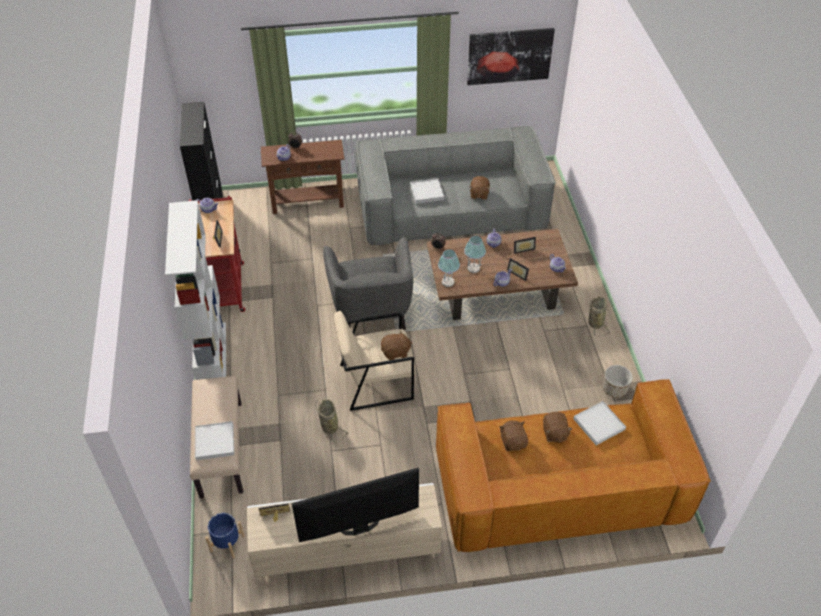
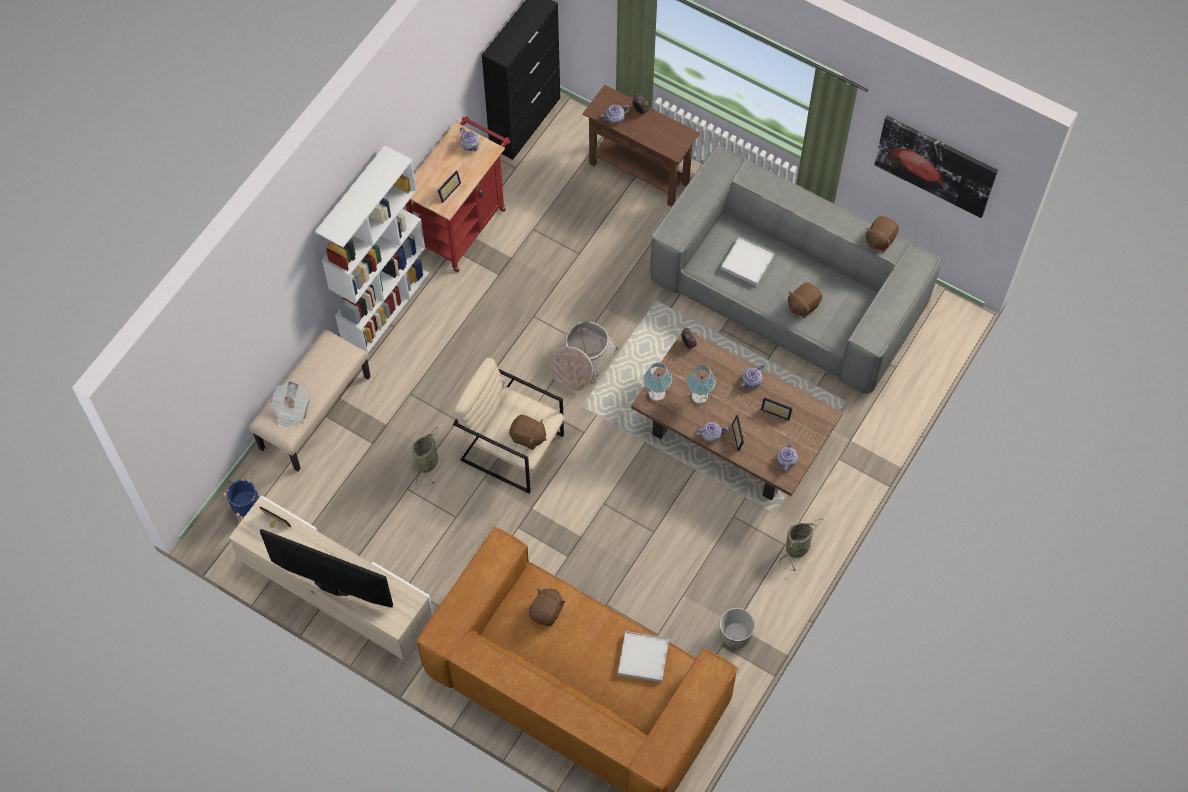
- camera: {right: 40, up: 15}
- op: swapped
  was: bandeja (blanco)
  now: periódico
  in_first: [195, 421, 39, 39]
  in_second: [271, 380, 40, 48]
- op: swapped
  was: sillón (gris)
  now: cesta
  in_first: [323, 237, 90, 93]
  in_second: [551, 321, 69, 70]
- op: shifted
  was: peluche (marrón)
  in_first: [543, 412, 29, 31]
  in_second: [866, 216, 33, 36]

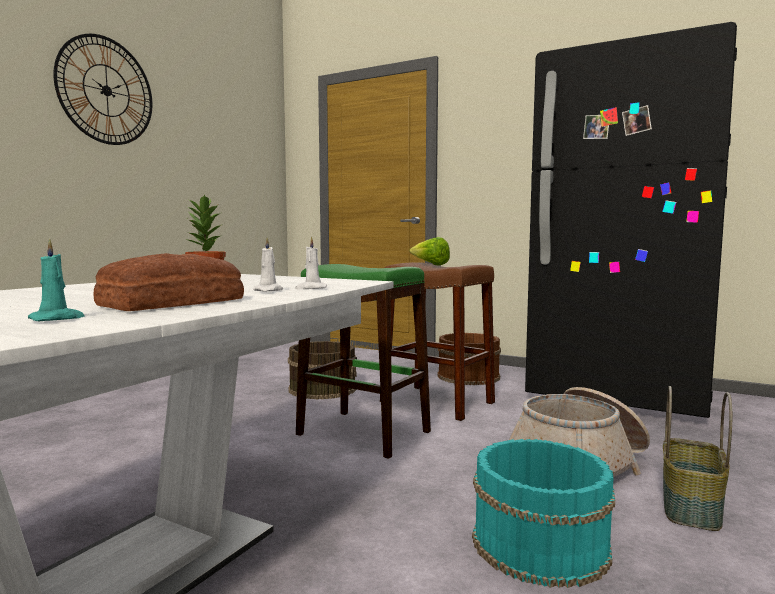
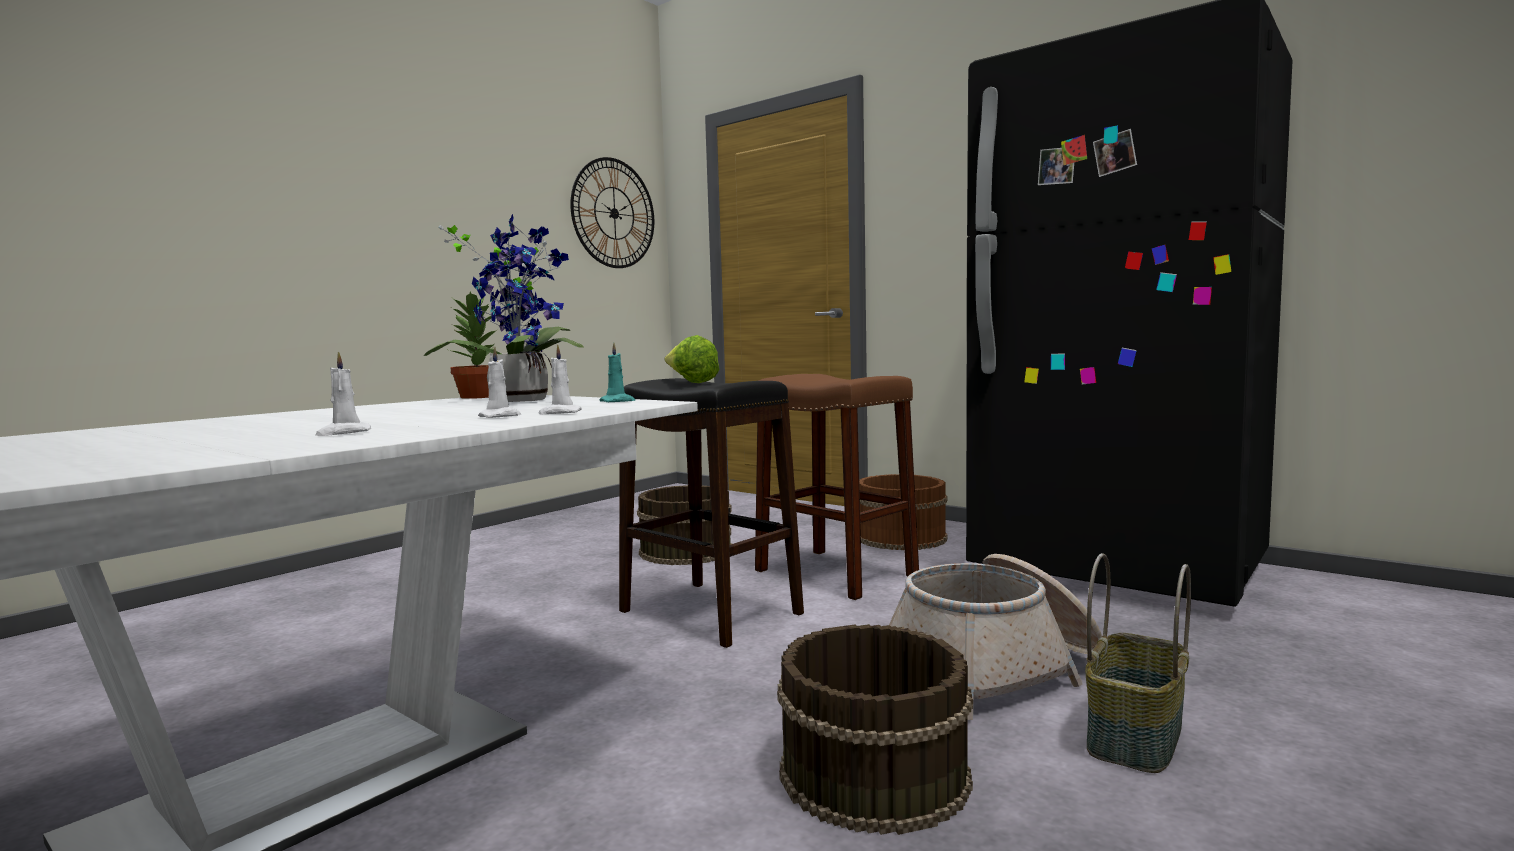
- camera: {right: 10, up: 0}
- op: swapped
  was: pan
  now: vela (blanco)
  in_first: [93, 253, 151, 58]
  in_second: [315, 351, 56, 85]
- op: new
  now: planta en maceta
  in_second: [424, 214, 160, 188]
- op: shifted
  was: reloj de pared
  in_first: [53, 34, 99, 111]
  in_second: [570, 157, 84, 111]
- op: shifted
  was: vela (turquesa)
  in_first: [28, 239, 57, 82]
  in_second: [599, 342, 36, 60]
- op: repainted
  was: taburete (verde)
  now: taburete (negro)
  in_first: [296, 264, 135, 195]
  in_second: [619, 378, 185, 270]
- op: shifted
  was: lechuga
  in_first: [410, 237, 40, 28]
  in_second: [665, 335, 54, 48]
- op: repainted
  was: cubo (turquesa)
  now: cubo (marrón)
  in_first: [472, 439, 143, 149]
  in_second: [777, 624, 196, 211]

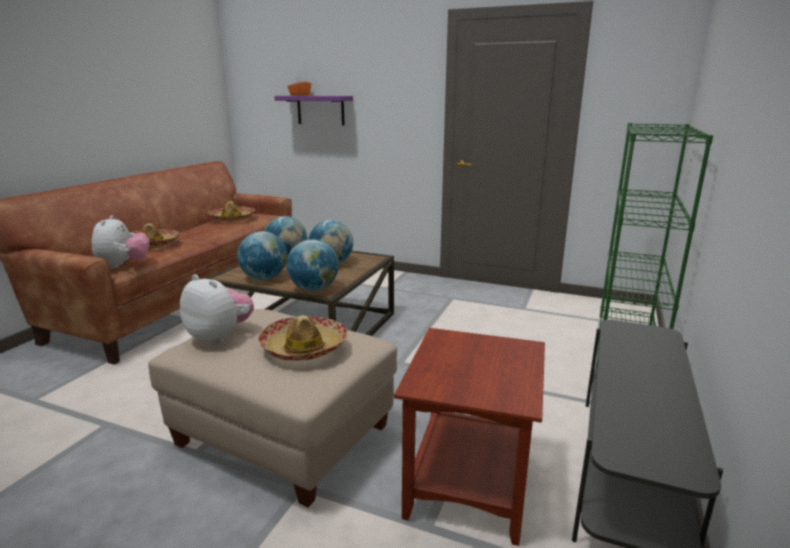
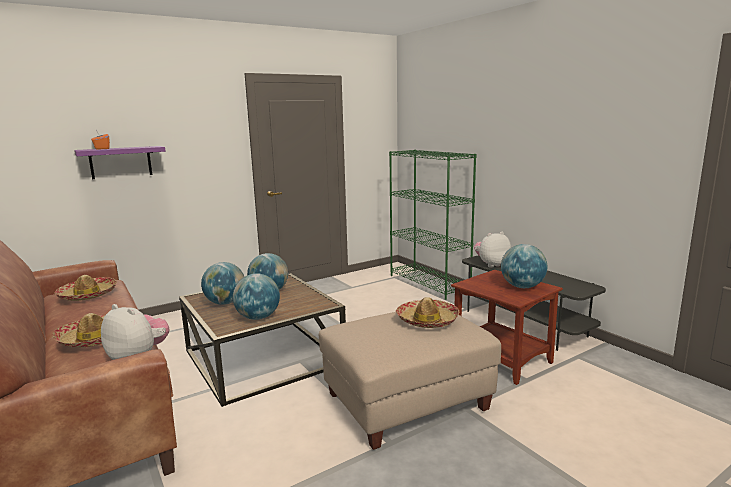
- camera: {right: -55, up: -5}
- op: shifted
  was: peluche
  in_first: [180, 274, 74, 71]
  in_second: [474, 232, 37, 36]
- op: shifted
  was: globo terráqueo
  in_first: [286, 239, 53, 52]
  in_second: [501, 244, 46, 44]

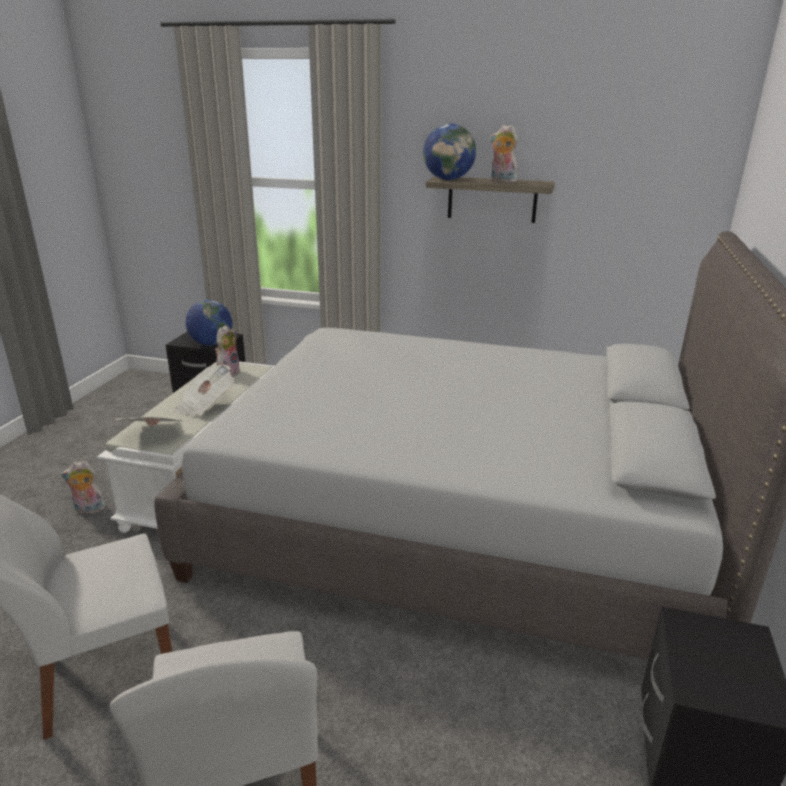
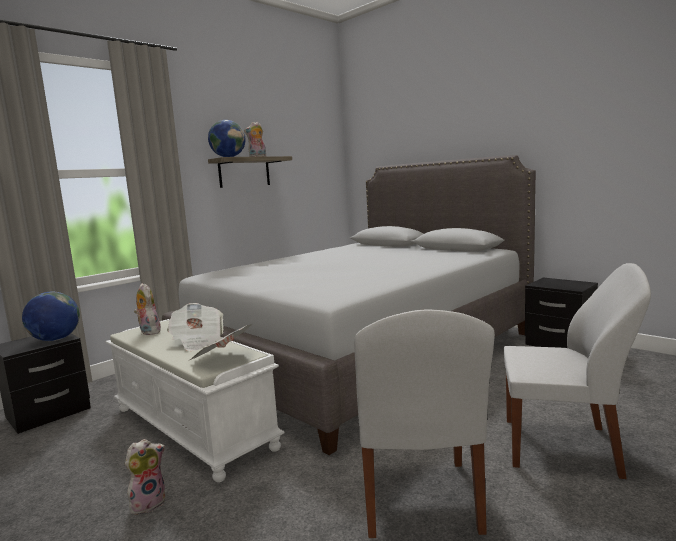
- camera: {right: -60, up: -15}
- op: rotated
  was: peluche
  in_first: [60, 460, 47, 54]
  in_second: [125, 439, 41, 76]
  clockwise: -150

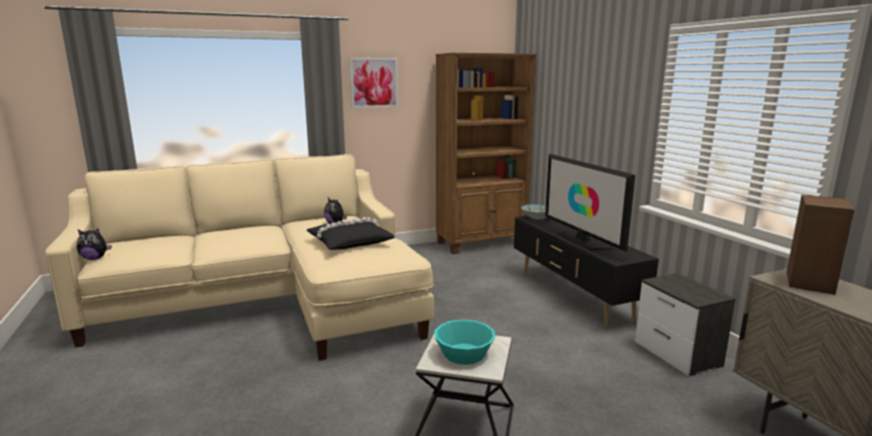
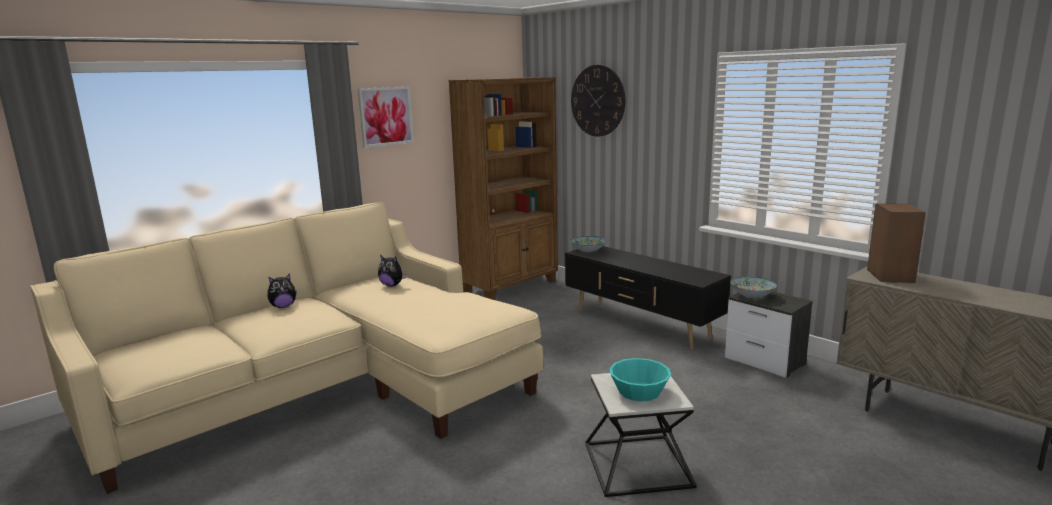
- camera: {right: -20, up: 0}
- op: shifted
  was: peluche
  in_first: [77, 229, 35, 31]
  in_second: [268, 274, 29, 34]
- op: new
  now: reloj de pared
  in_second: [571, 65, 54, 72]
- op: new
  now: cuenco
  in_second: [730, 277, 47, 21]
- op: gone
  was: cojín (negro)
  in_first: [307, 217, 88, 33]
- op: gone
  was: televisor
  in_first: [545, 154, 90, 98]

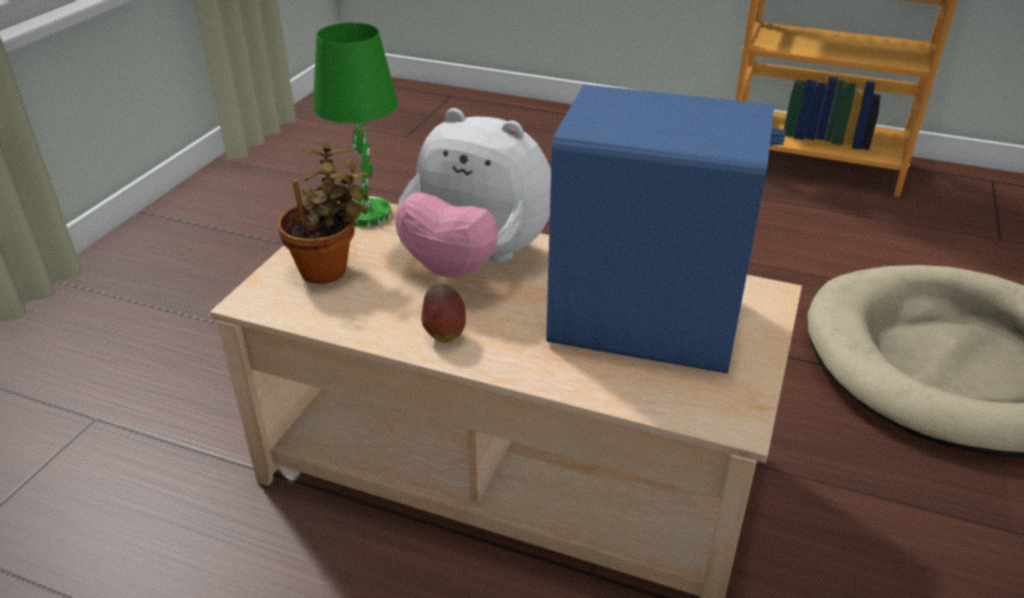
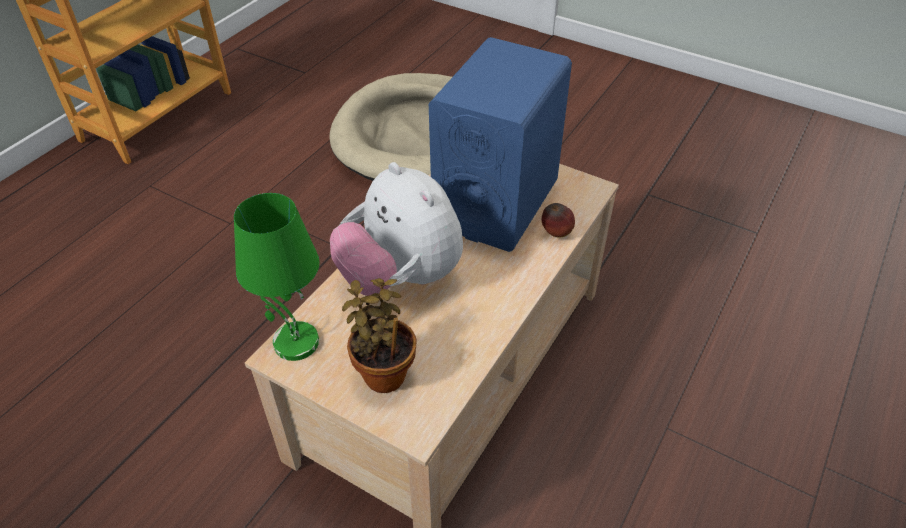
- camera: {right: -80, up: 10}
- op: rotated
  was: peluche
  in_first: [394, 108, 157, 170]
  in_second: [330, 162, 133, 134]
  clockwise: 105
- op: shifted
  was: manzana
  in_first: [422, 284, 44, 59]
  in_second: [541, 203, 34, 34]

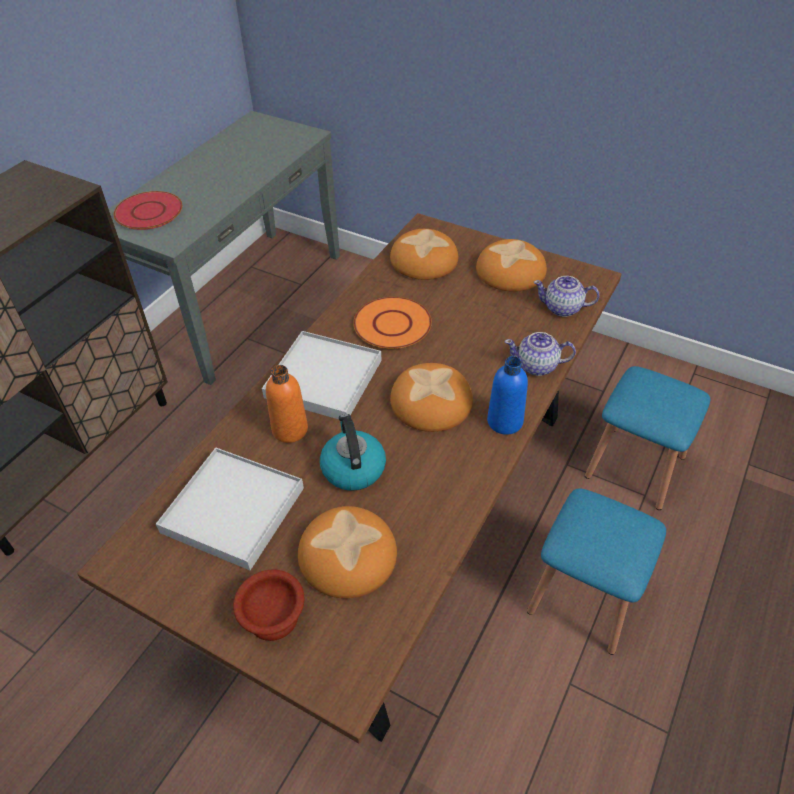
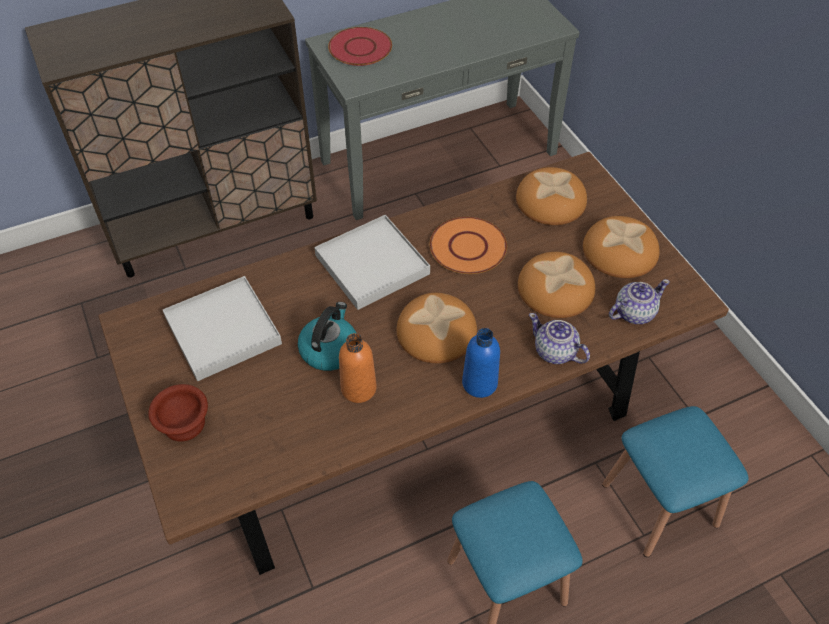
- camera: {right: 35, up: 5}
- op: shifted
  was: botella (naranja)
  in_first: [266, 365, 42, 78]
  in_second: [339, 333, 38, 70]
- op: shifted
  was: pan
  in_first: [298, 506, 99, 93]
  in_second: [518, 252, 77, 66]
- op: rotated
  was: tetera
  in_first: [534, 276, 65, 41]
  in_second: [609, 279, 61, 45]
  clockwise: 105

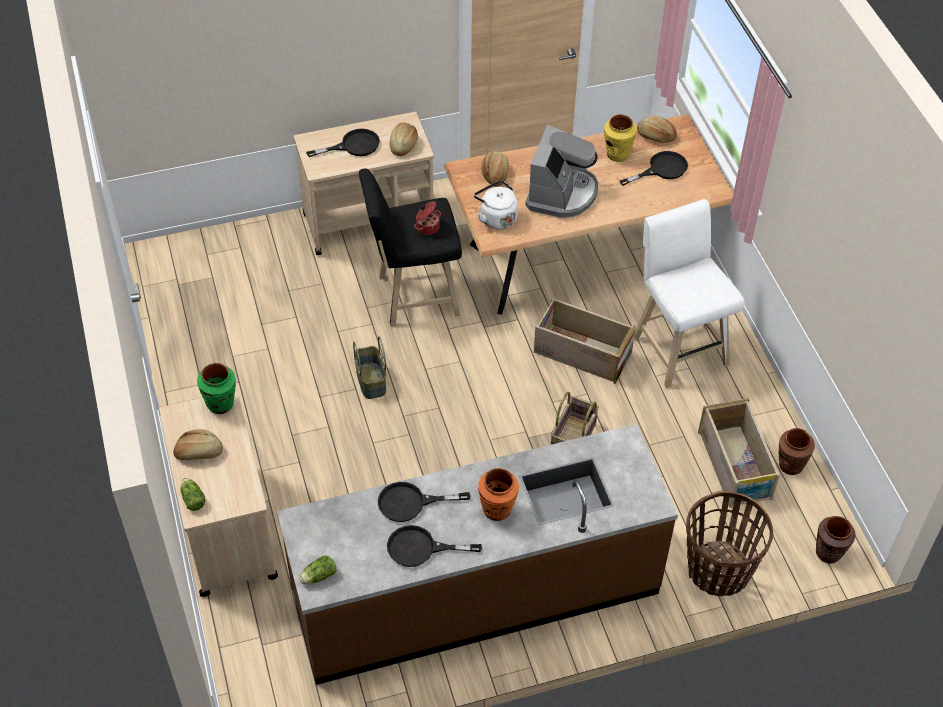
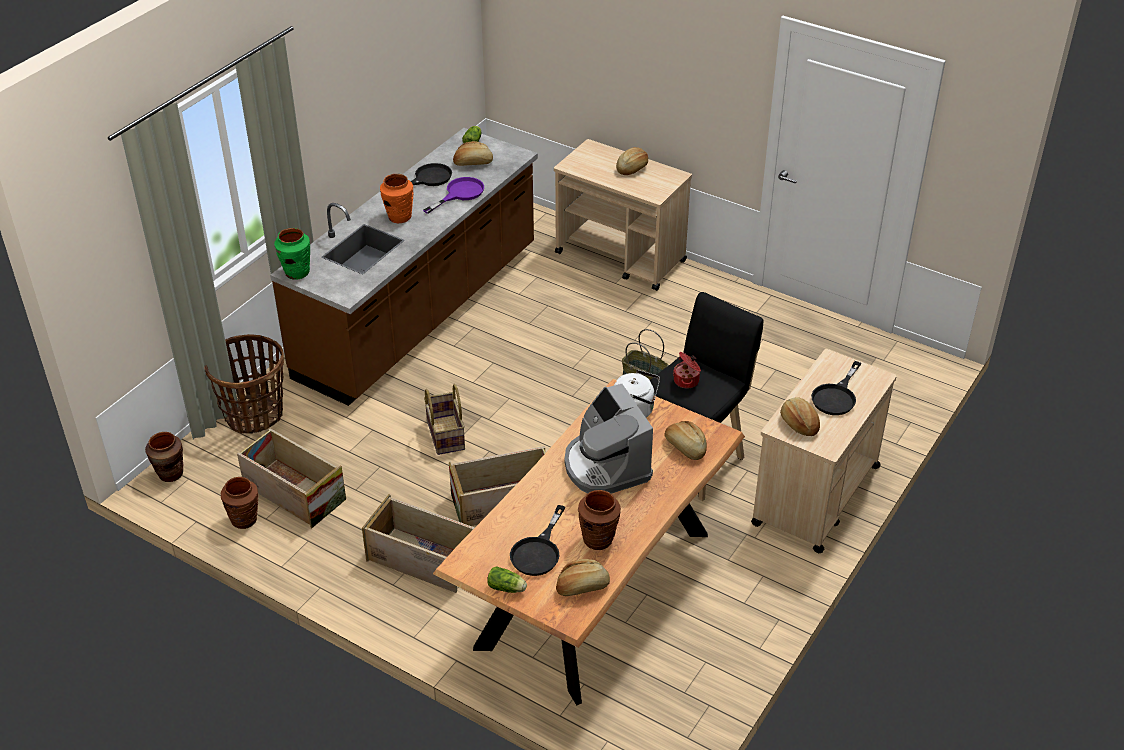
- camera: {right: 140, up: -10}
- op: shifted
  was: florero (verde)
  in_first: [197, 363, 39, 51]
  in_second: [274, 228, 36, 52]
- op: swapped
  was: taburete (blanco)
  now: caja de embalaje
  in_first: [634, 199, 111, 189]
  in_second: [362, 494, 113, 99]
- op: repainted
  was: sartén (negro)
  now: sartén (morado)
  in_first: [378, 482, 92, 40]
  in_second: [423, 177, 61, 37]
- op: new
  now: pan
  in_second: [453, 141, 40, 25]
- op: shifted
  was: lechuga
  in_first: [180, 478, 25, 33]
  in_second: [488, 567, 39, 26]
- op: repainted
  was: florero (amarillo)
  now: florero (marrón)
  in_first: [604, 114, 33, 48]
  in_second: [578, 490, 43, 60]

